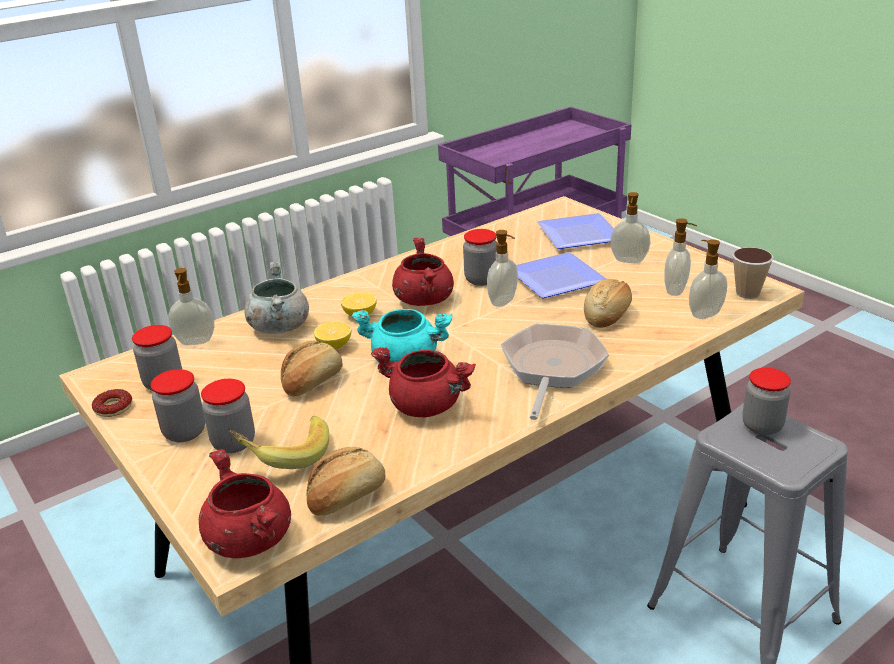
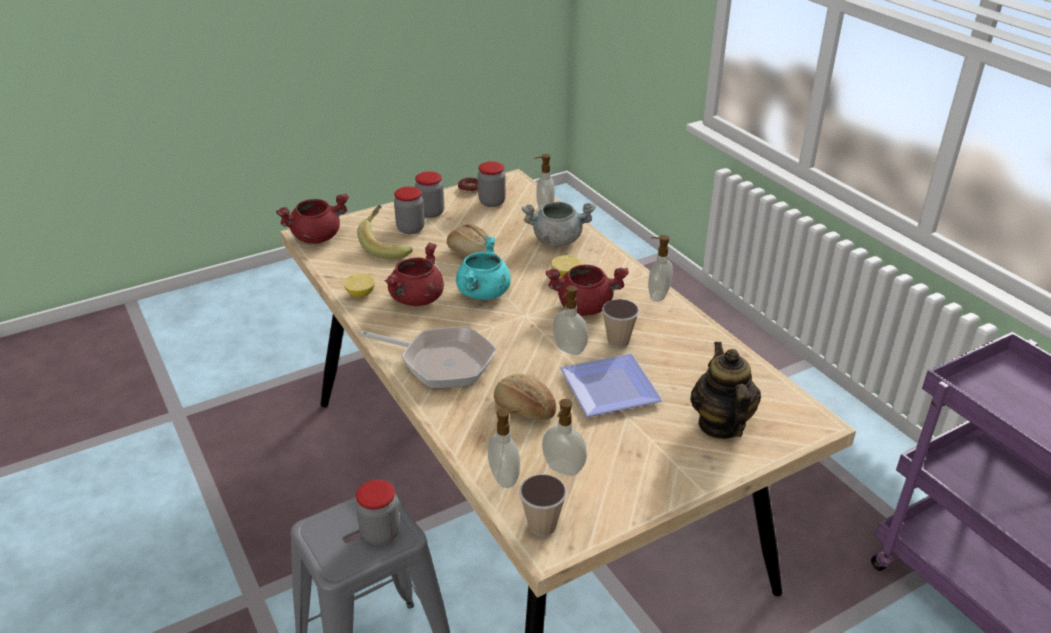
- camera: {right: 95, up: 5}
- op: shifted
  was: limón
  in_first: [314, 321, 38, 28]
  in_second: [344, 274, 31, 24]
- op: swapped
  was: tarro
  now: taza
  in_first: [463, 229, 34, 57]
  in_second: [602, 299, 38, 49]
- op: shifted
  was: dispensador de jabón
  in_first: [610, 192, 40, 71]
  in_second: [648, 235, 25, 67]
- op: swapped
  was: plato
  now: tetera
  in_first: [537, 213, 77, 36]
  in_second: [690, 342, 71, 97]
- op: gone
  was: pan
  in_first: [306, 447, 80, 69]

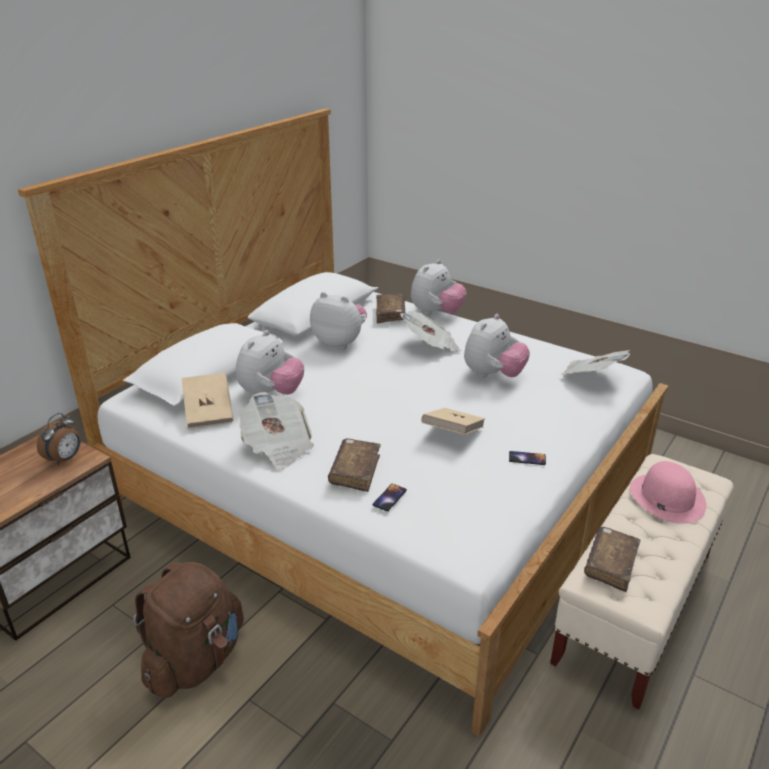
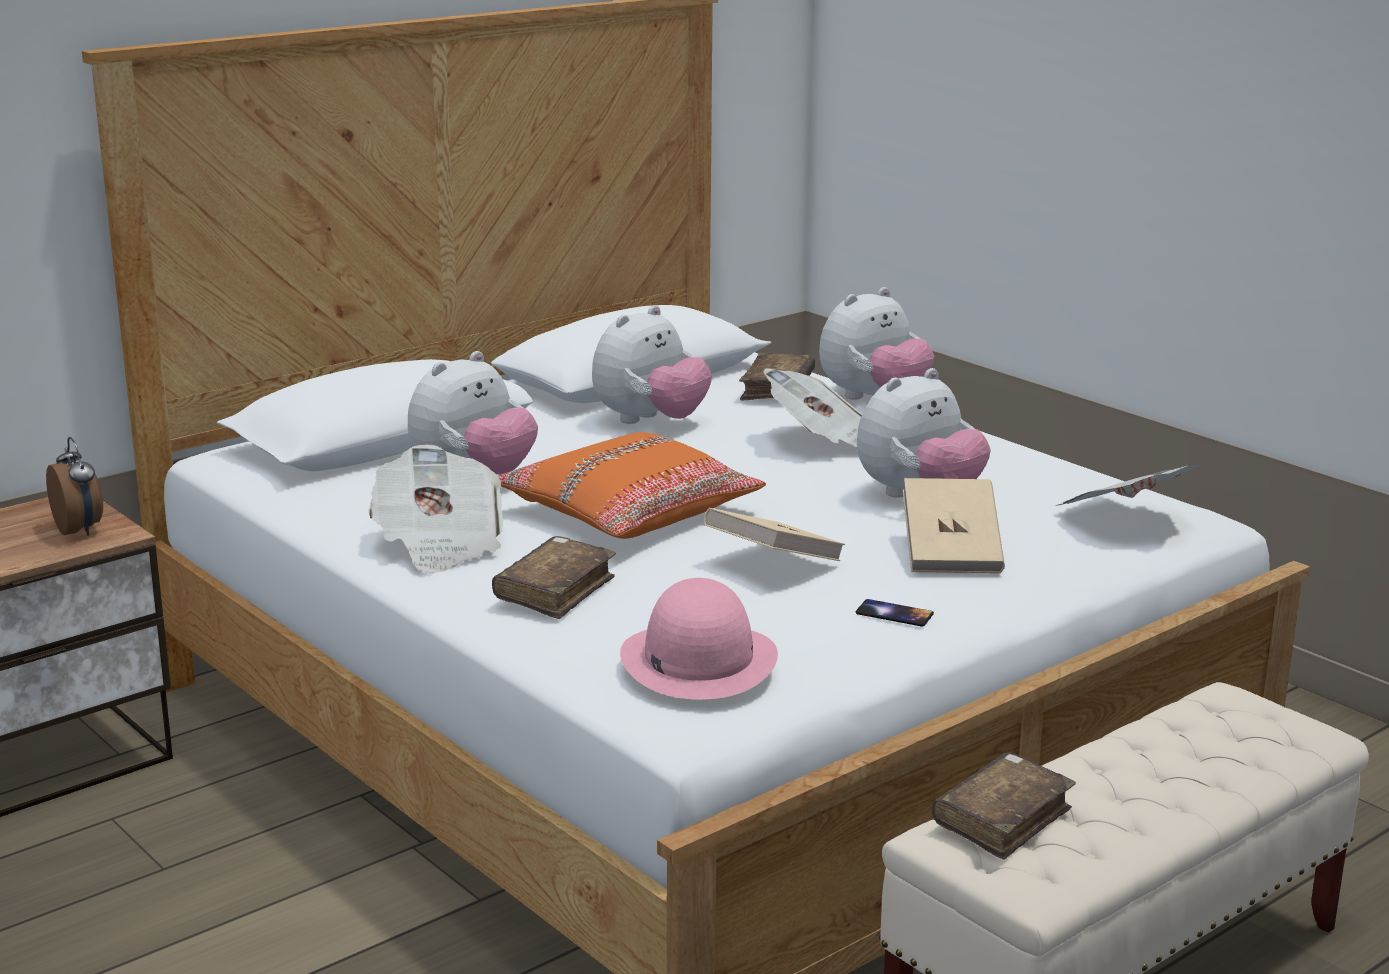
- camera: {right: 15, up: -10}
- op: rotated
  was: despertador
  in_first: [37, 413, 44, 52]
  in_second: [46, 437, 57, 99]
  clockwise: -75
- op: new
  now: cojín (naranja)
  in_second: [498, 432, 268, 107]
- op: rotated
  was: peluche
  in_first: [310, 292, 57, 58]
  in_second: [592, 305, 120, 119]
  clockwise: 90
- op: shifted
  was: sombrero (rosa)
  in_first: [630, 461, 76, 63]
  in_second: [620, 578, 158, 122]
- op: shifted
  was: libro (beis)
  in_first: [182, 373, 51, 55]
  in_second: [903, 478, 102, 95]
- op: gone
  was: mochila (marrón)
  in_first: [133, 562, 111, 136]
- op: gone
  was: móvil
  in_first: [372, 484, 35, 27]

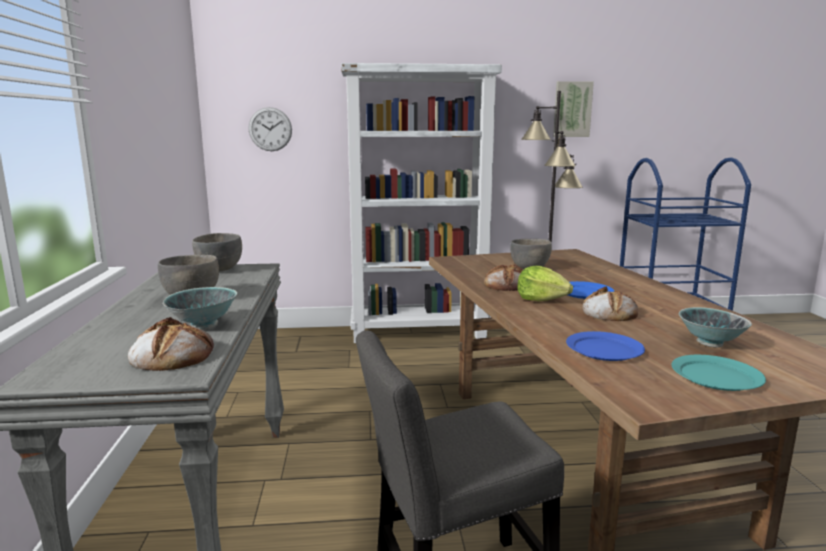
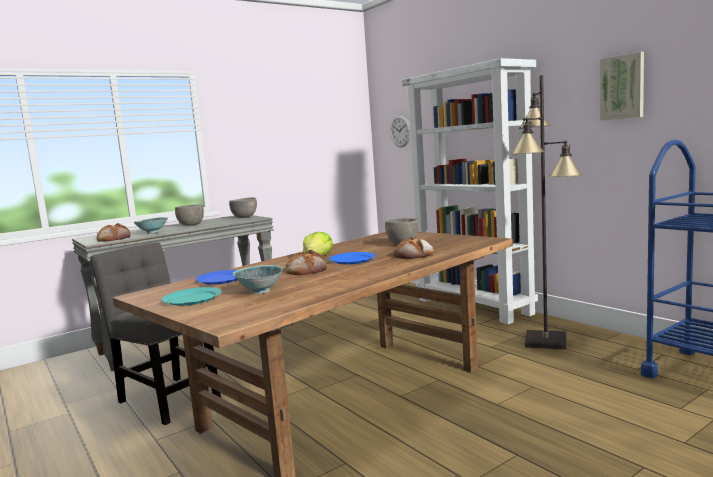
- camera: {right: 60, up: -5}
- op: shifted
  was: pan
  in_first: [484, 264, 39, 27]
  in_second: [393, 237, 41, 22]

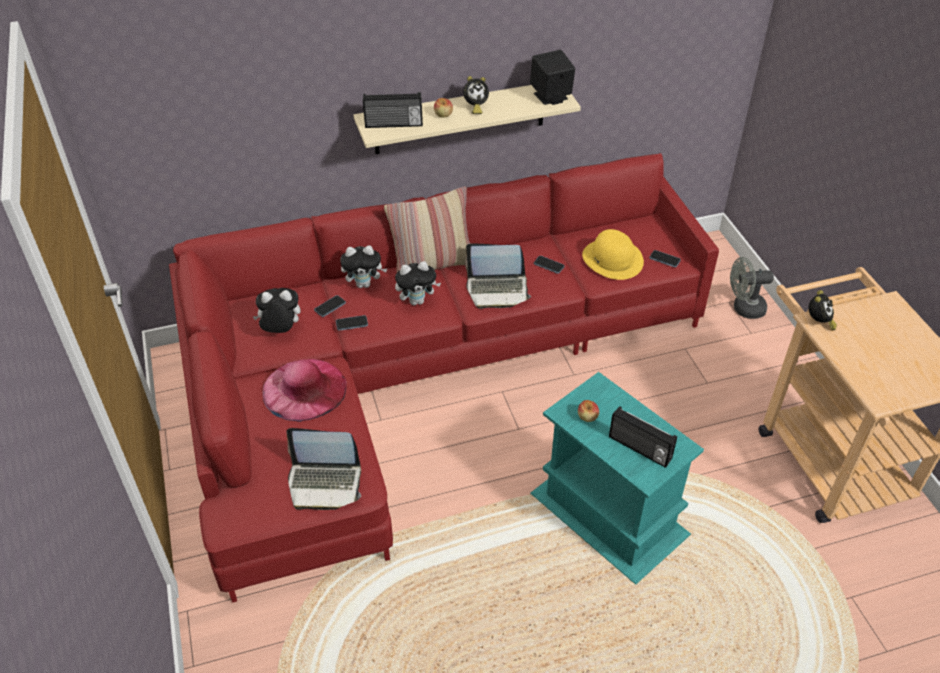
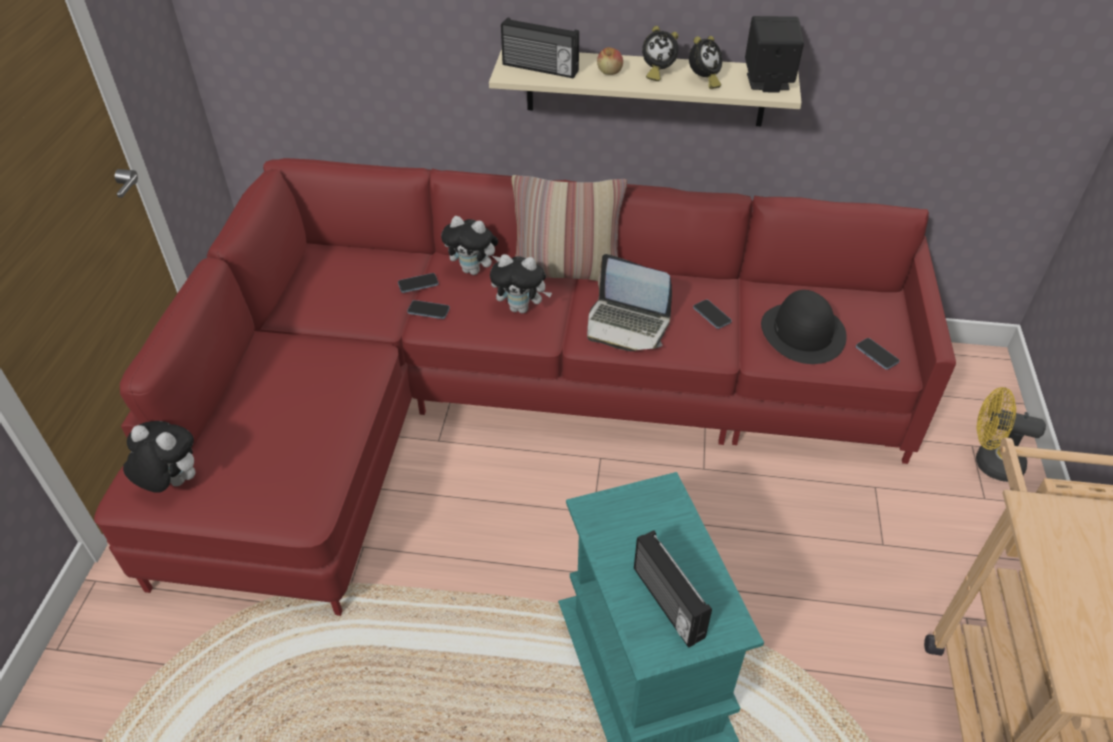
- camera: {right: 25, up: 0}
- op: shifted
  was: peluche
  in_first: [253, 288, 48, 45]
  in_second: [123, 421, 73, 72]
- op: shifted
  was: despertador
  in_first: [808, 290, 29, 40]
  in_second: [689, 36, 33, 53]
- op: repainted
  was: sombrero (amarillo)
  now: sombrero (negro)
  in_first: [582, 229, 62, 51]
  in_second: [761, 290, 86, 74]
- op: repainted
  was: ventilador (gris)
  now: ventilador (amarillo)
  in_first: [730, 257, 44, 62]
  in_second: [976, 387, 70, 95]
- op: gone
  was: sombrero (rosa)
  in_first: [263, 359, 84, 63]
- op: gone
  was: portátil
  in_first: [286, 428, 75, 82]
- op: gone
  was: manzana
  in_first: [578, 400, 21, 22]

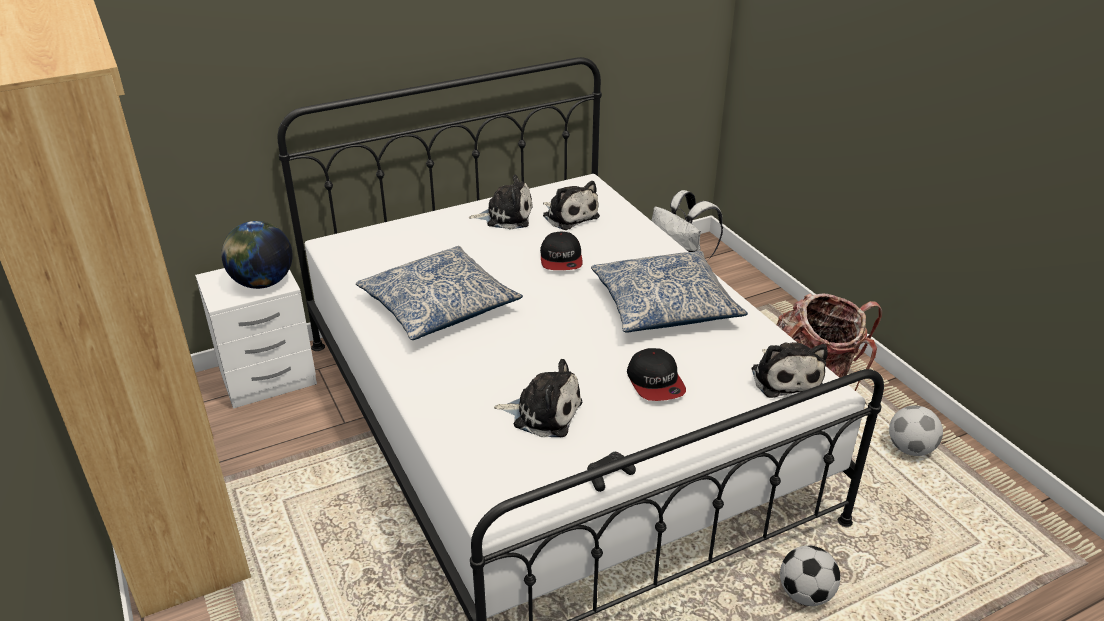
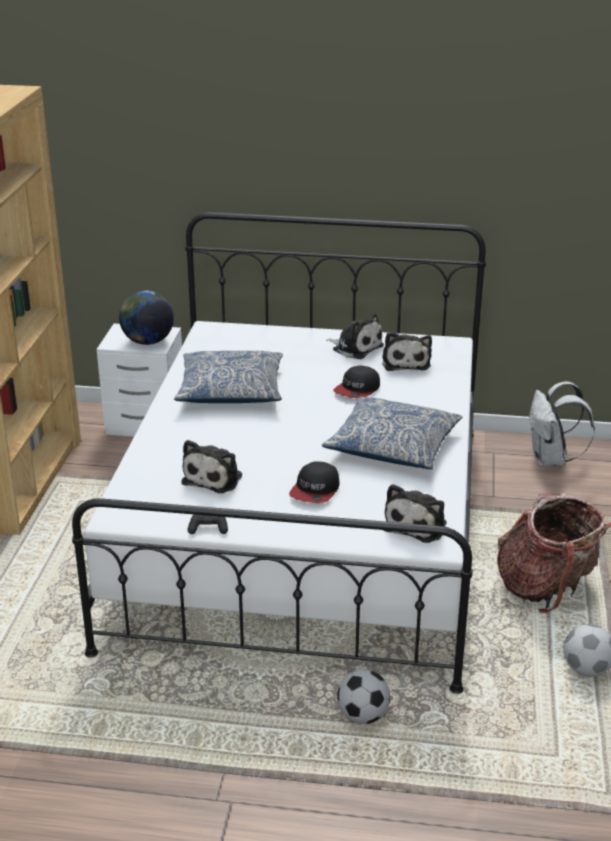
- camera: {right: 35, up: -5}
- op: rotated
  was: peluche
  in_first: [494, 359, 88, 78]
  in_second: [181, 440, 61, 53]
  clockwise: 60

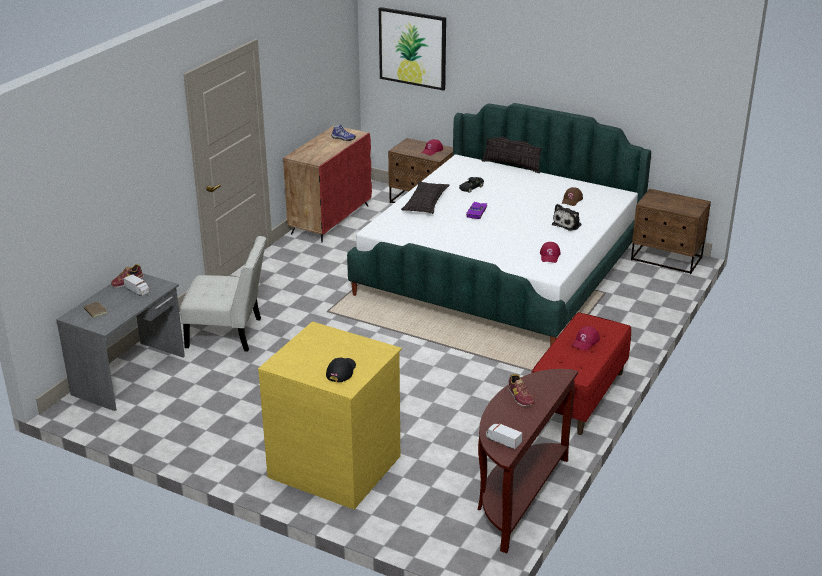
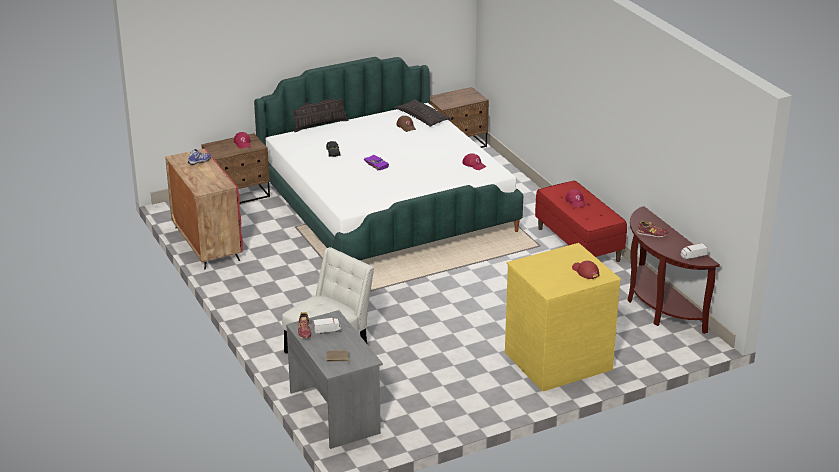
- camera: {right: -55, up: 0}
- op: shifted
  was: cojín
  in_first: [401, 181, 49, 33]
  in_second: [394, 99, 58, 28]
- op: repainted
  was: gorra (negro)
  now: gorra (rojo)
  in_first: [326, 358, 30, 24]
  in_second: [572, 261, 28, 18]
- op: gone
  was: cuadro
  in_first: [379, 7, 67, 84]
- op: gone
  was: peluche
  in_first: [552, 204, 30, 27]

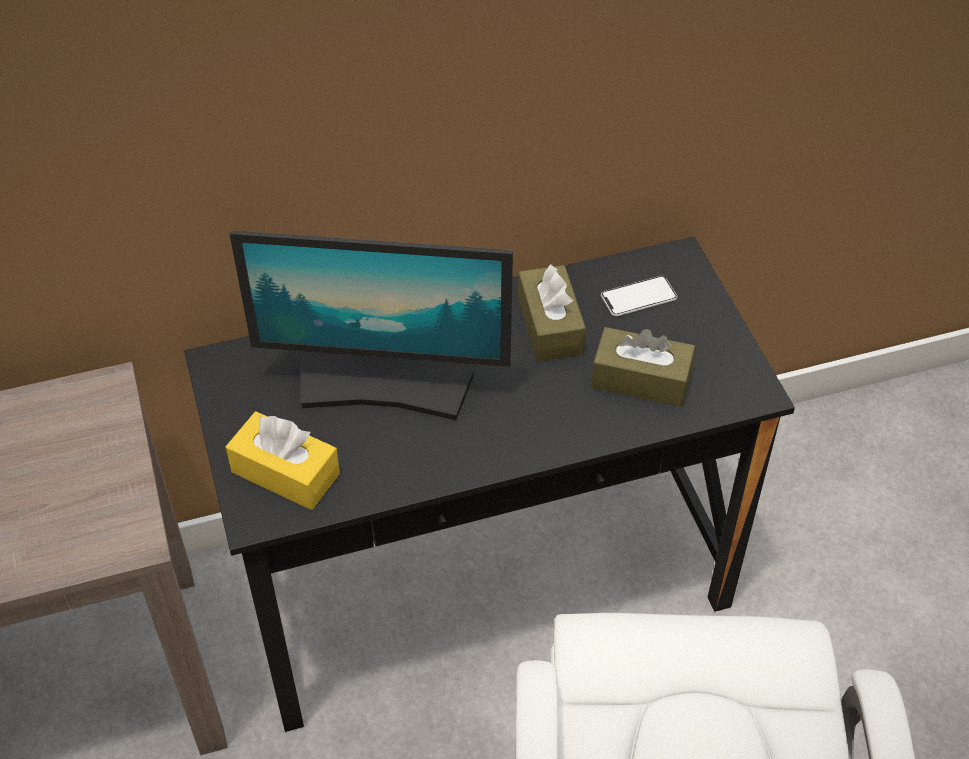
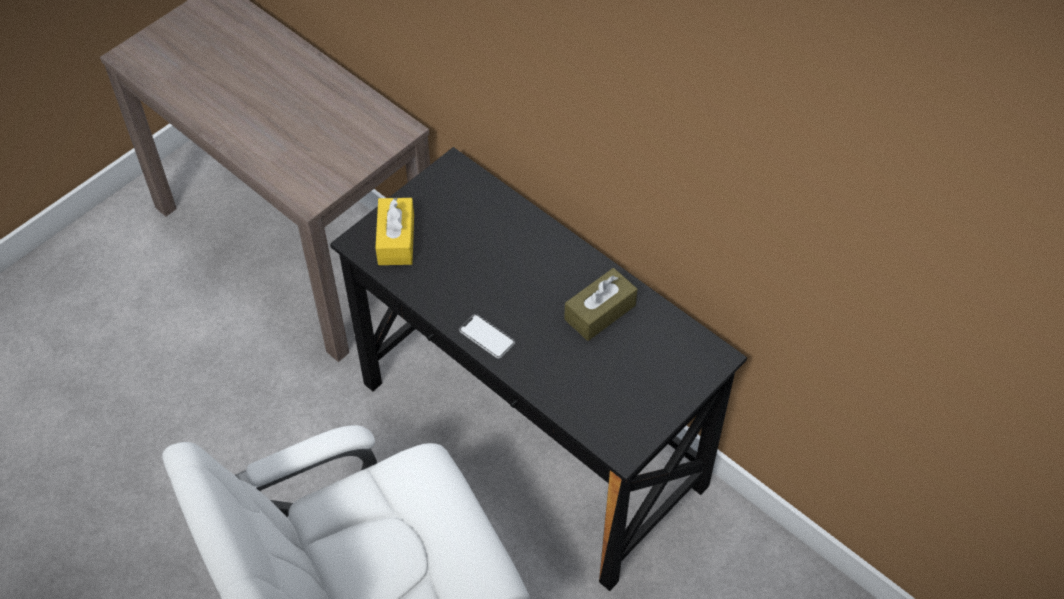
- camera: {right: 60, up: 5}
- op: shifted
  was: móvil
  in_first: [601, 276, 76, 41]
  in_second: [459, 314, 56, 45]
- op: gone
  was: monitor
  in_first: [230, 231, 283, 189]
- op: gone
  was: caja de pañuelos (marrón)
  in_first: [591, 327, 104, 80]

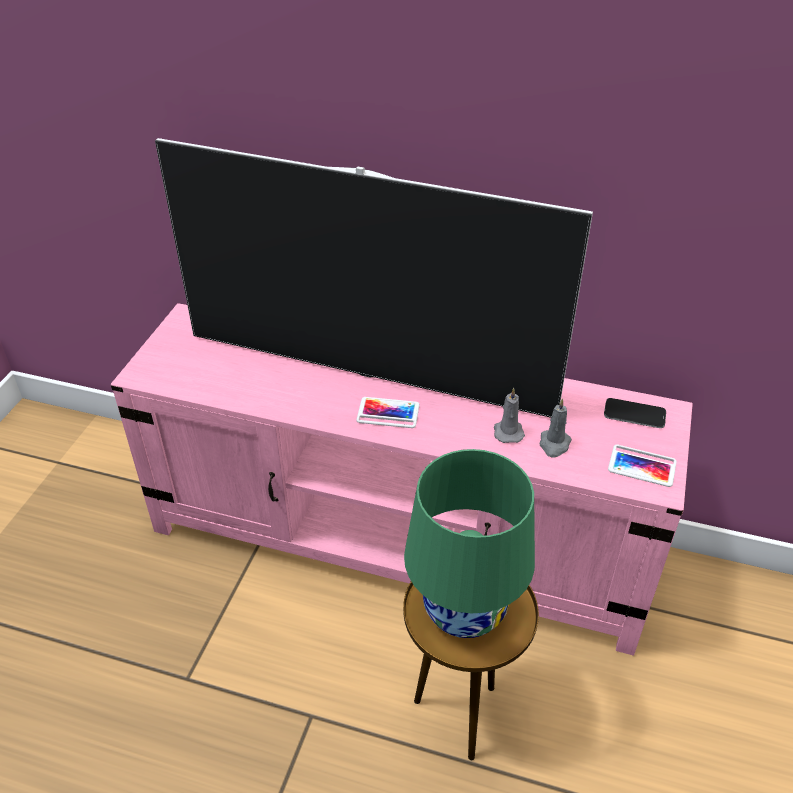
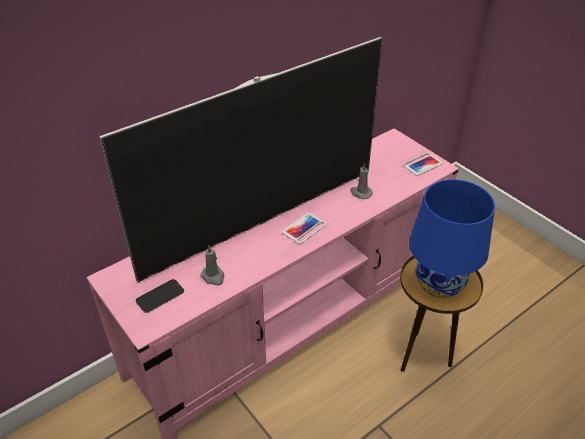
- camera: {right: -55, up: 0}
- op: shifted
  was: móvil
  in_first: [604, 398, 62, 30]
  in_second: [136, 279, 48, 34]
- op: shifted
  was: vela (gris)
  in_first: [540, 398, 32, 60]
  in_second: [200, 246, 25, 40]
- op: repainted
  was: lámpara de mesa (verde)
  now: lámpara de mesa (azul)
  in_first: [404, 449, 131, 189]
  in_second: [409, 179, 86, 119]

